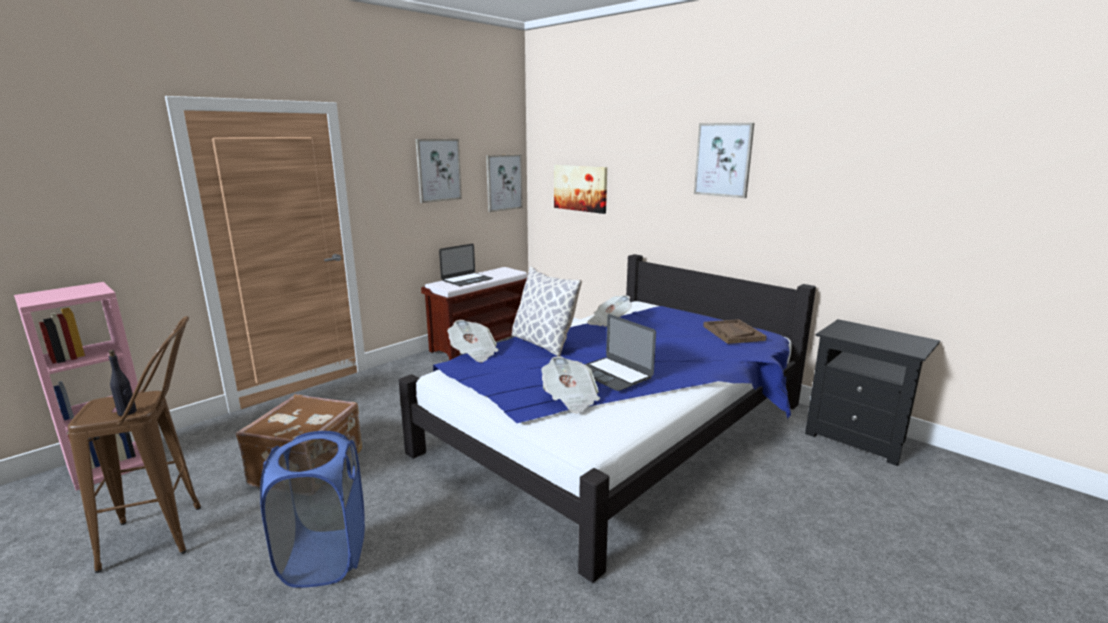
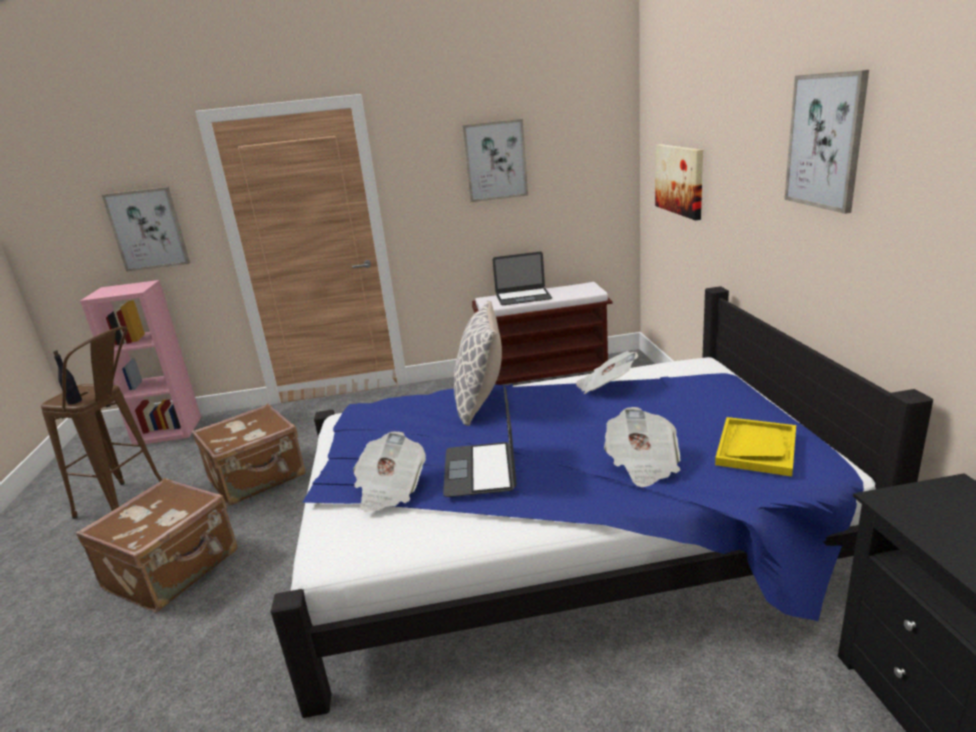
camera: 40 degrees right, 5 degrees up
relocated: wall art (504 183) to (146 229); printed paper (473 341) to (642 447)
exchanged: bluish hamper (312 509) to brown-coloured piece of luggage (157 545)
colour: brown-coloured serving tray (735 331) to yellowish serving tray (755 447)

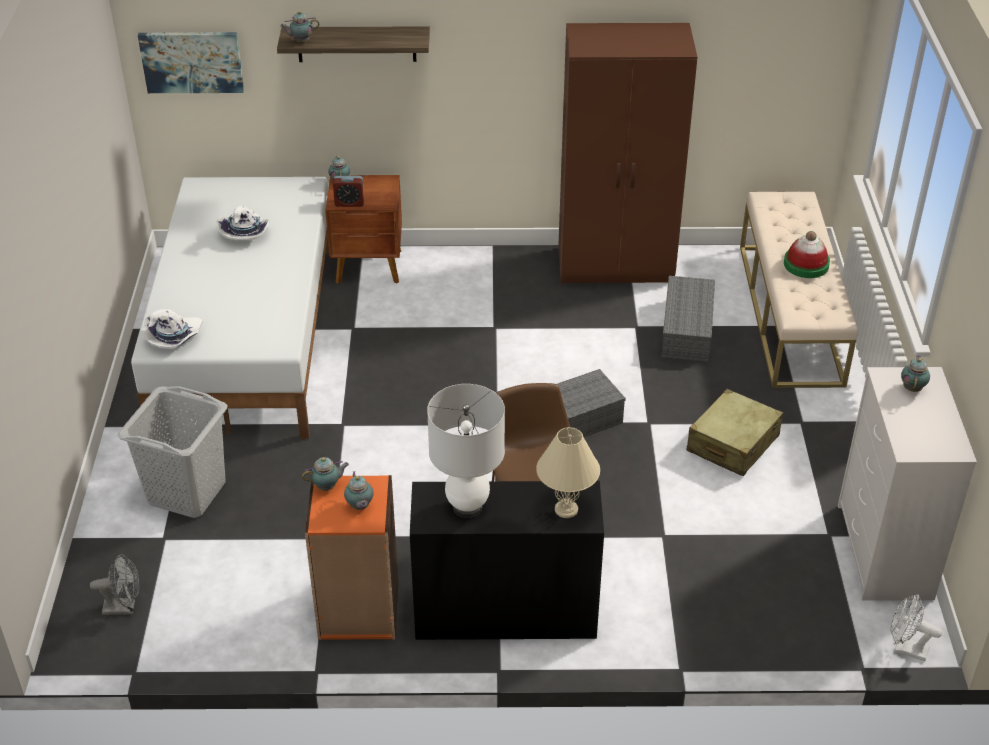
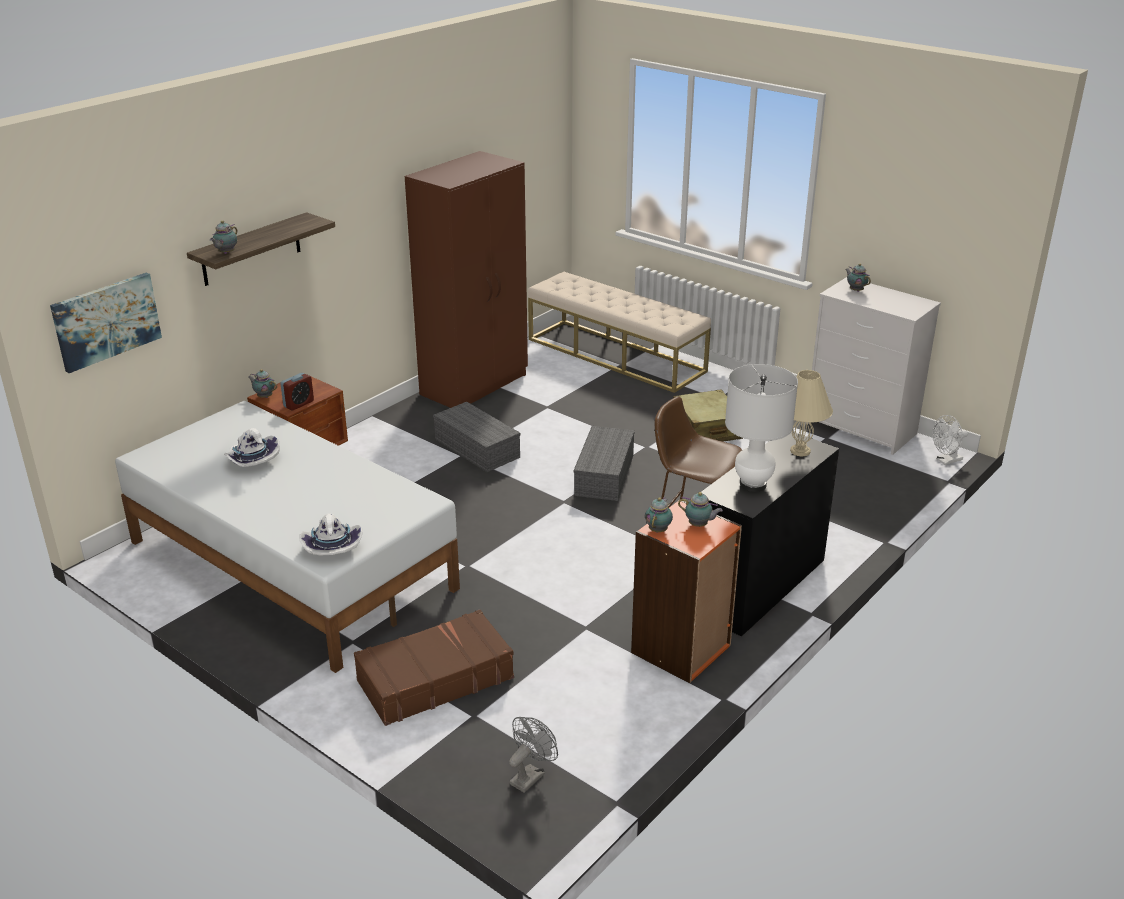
camera: 50 degrees left, 10 degrees down
missing: clothing hat (807 254)
relocated: greyish storage box (688 319) to (476 437)
exchanged: greyish hamper (172 452) to brown-coloured piece of luggage (434 668)

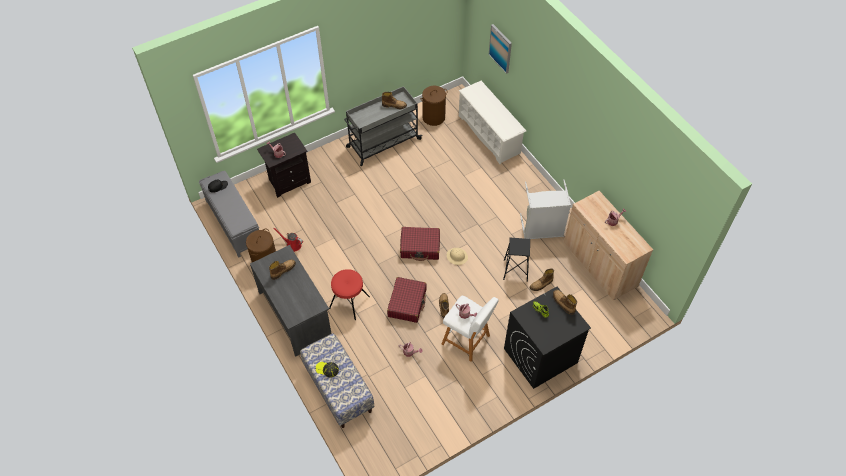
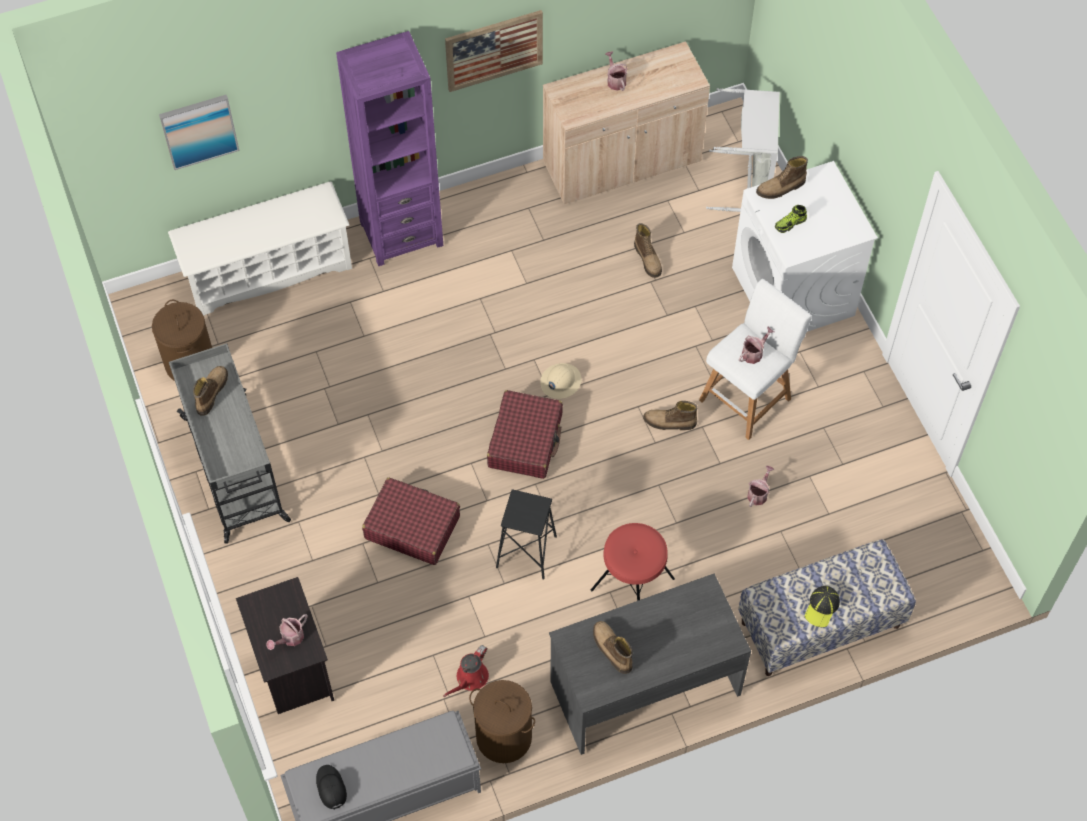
camera: 80 degrees left, 5 degrees up
appeared: purple-coloured shelving unit (389 148); wall art (494 51)
relocated: reddish piece of luggage (407 300) to (411 521); black-coloured stool (516 260) to (526 534); greyish hamper (545 209) to (743 150)
colour: black-coloured laundry machine (547 338) to white laundry machine (805 246)

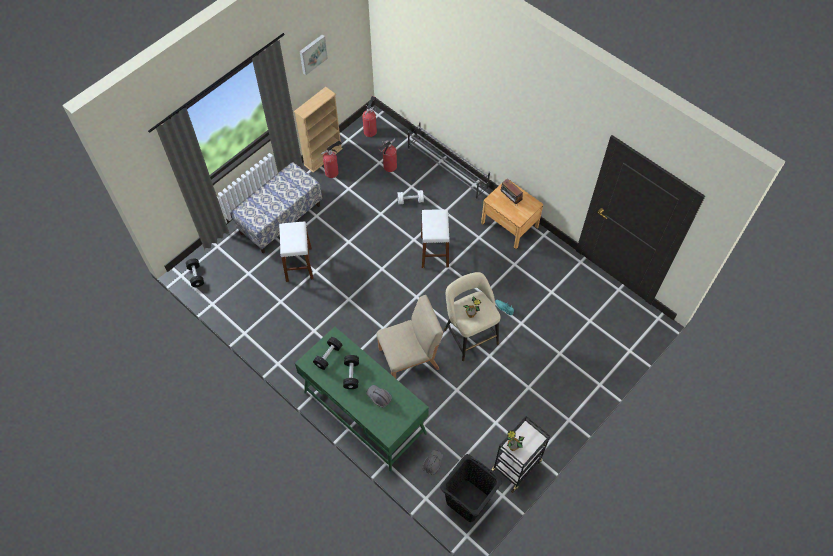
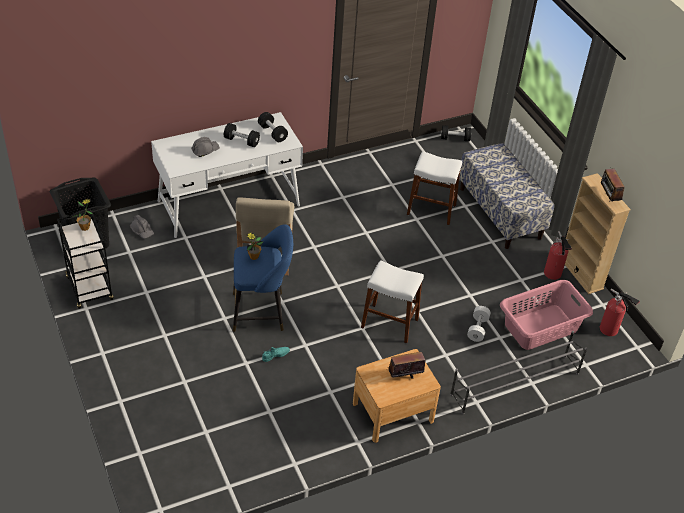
camera: 110 degrees right, 15 degrees down
missing: wall art (313 54)
appeared: radio receiver (613 185)
exchanged: fire extinguisher (387 155) to pink hamper (546 315)
colour: green desk table (362 399) to white desk table (227 175); beige stool (472 316) to bluish stool (263 278)

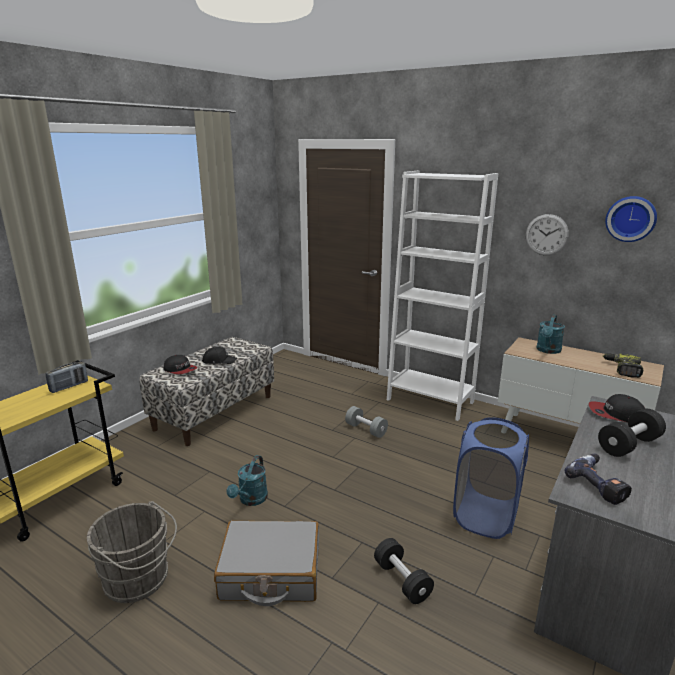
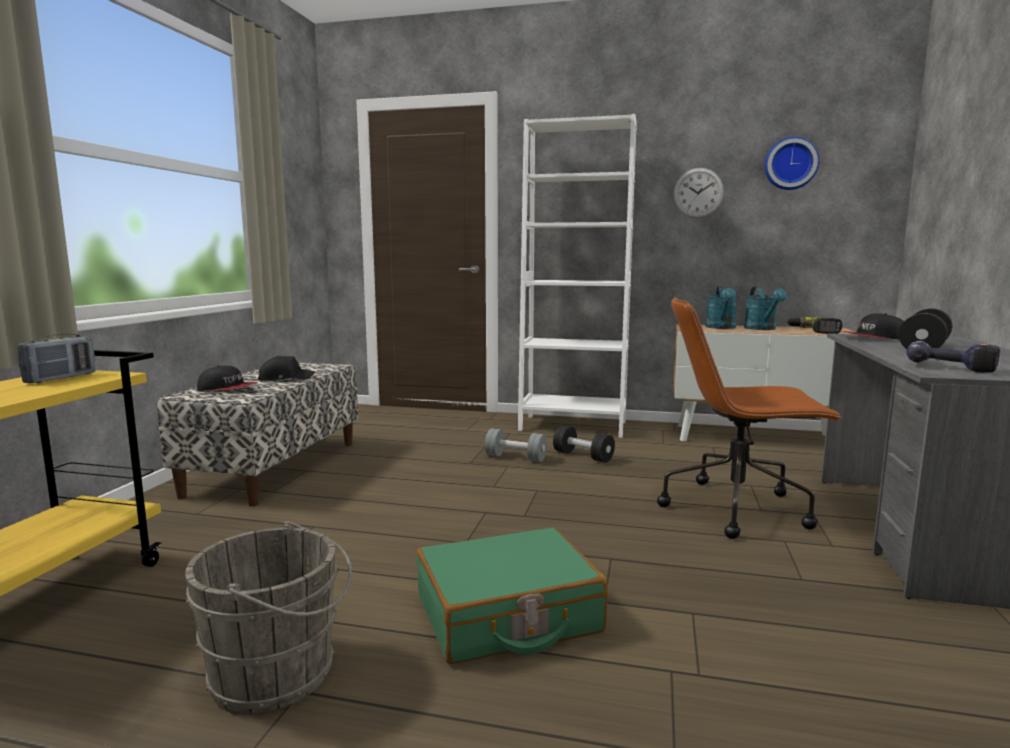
camera: 20 degrees left, 10 degrees down
relocated: black-coloured hand weight (404 571) to (584 444); blue-green watering can (247 480) to (765 308)
exchanged: bluish hamper (491 478) to brown-coloured office chair (750 418)
colour: greyish piece of luggage (266 563) to green piece of luggage (512 595)

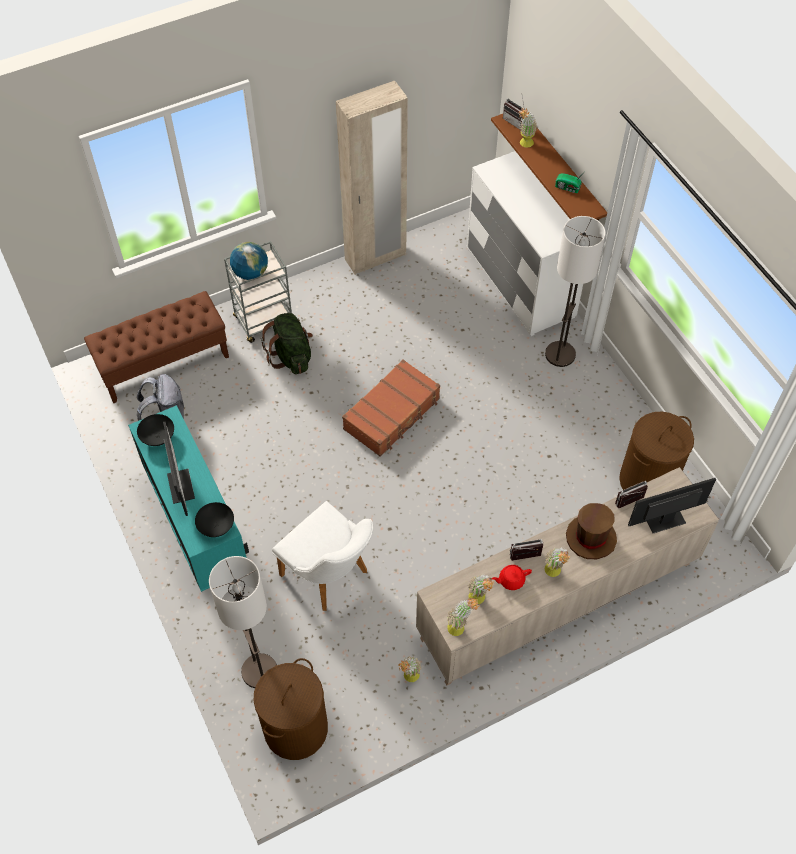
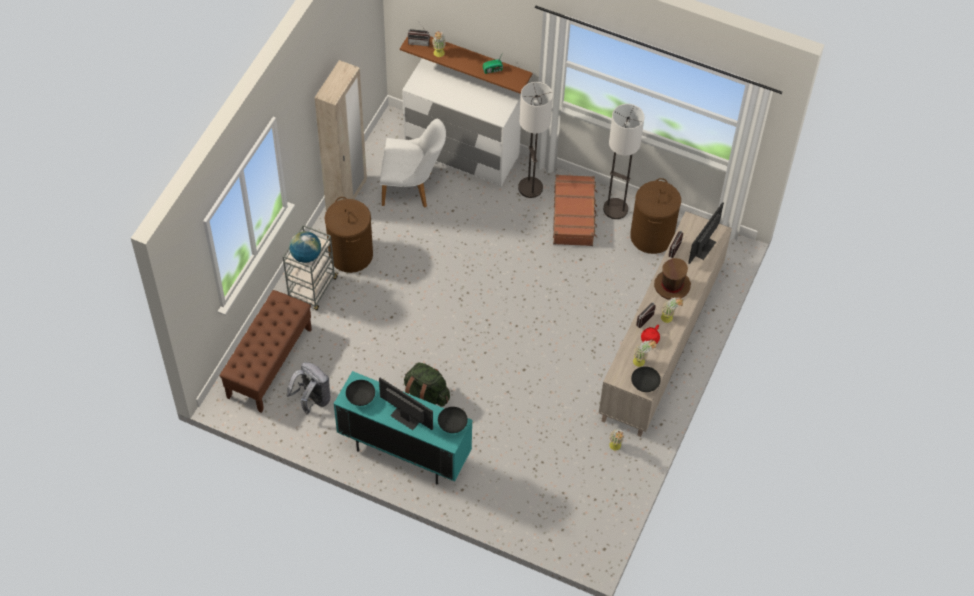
camera: 40 degrees left, 0 degrees up
relocated: brown-coloured hamper (290 709) to (349 235); white chair (322 556) to (413 163); green knapsack (287 343) to (427 384); brown-coloured piece of luggage (391 408) to (575 210); floor lamp (243 622) to (624 161)
exchanged: houseplant (463 617) to black-coloured deep dish (646 379)

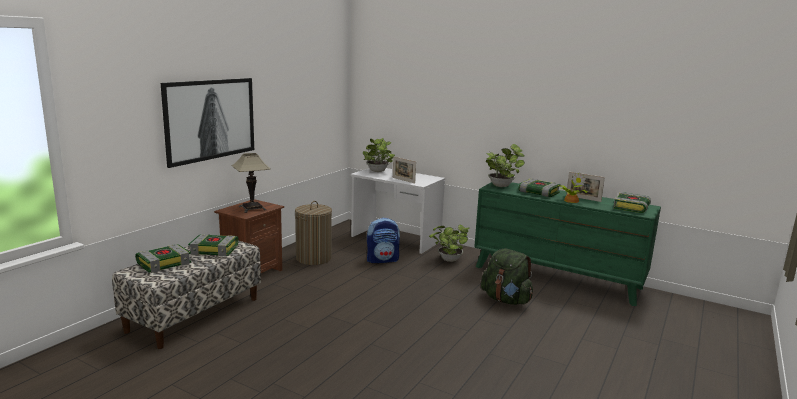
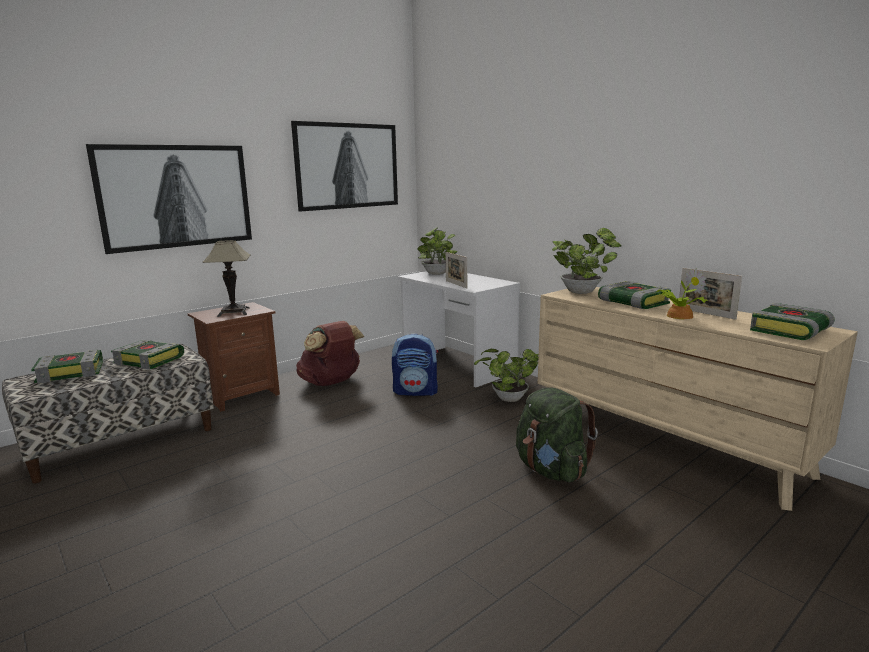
camera: 20 degrees right, 0 degrees up
appeared: wall art (344 166)
exchanged: hamper (313 233) to brown-coloured knapsack (330 353)
colour: green drawer chest (567 244) to beige drawer chest (698 399)

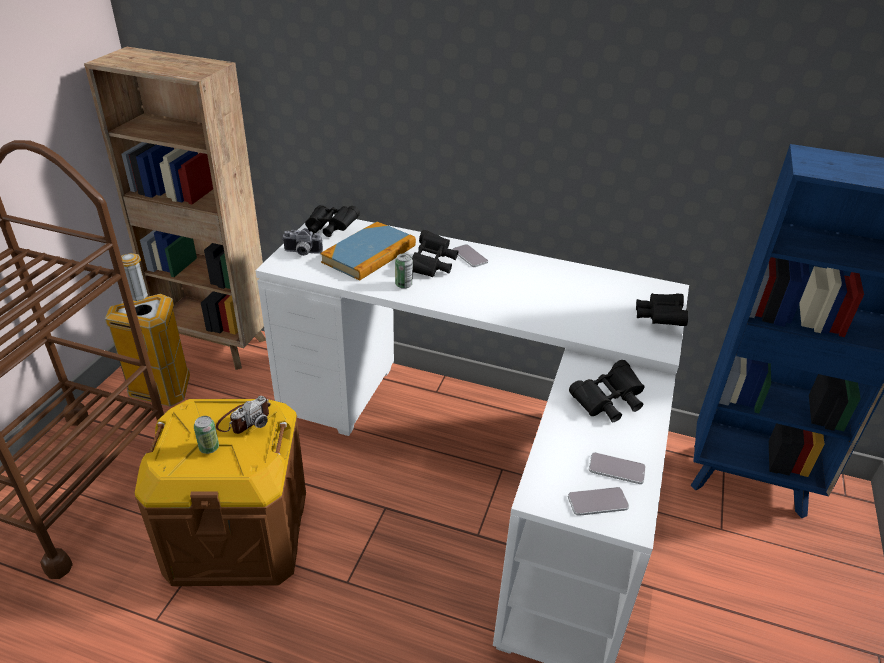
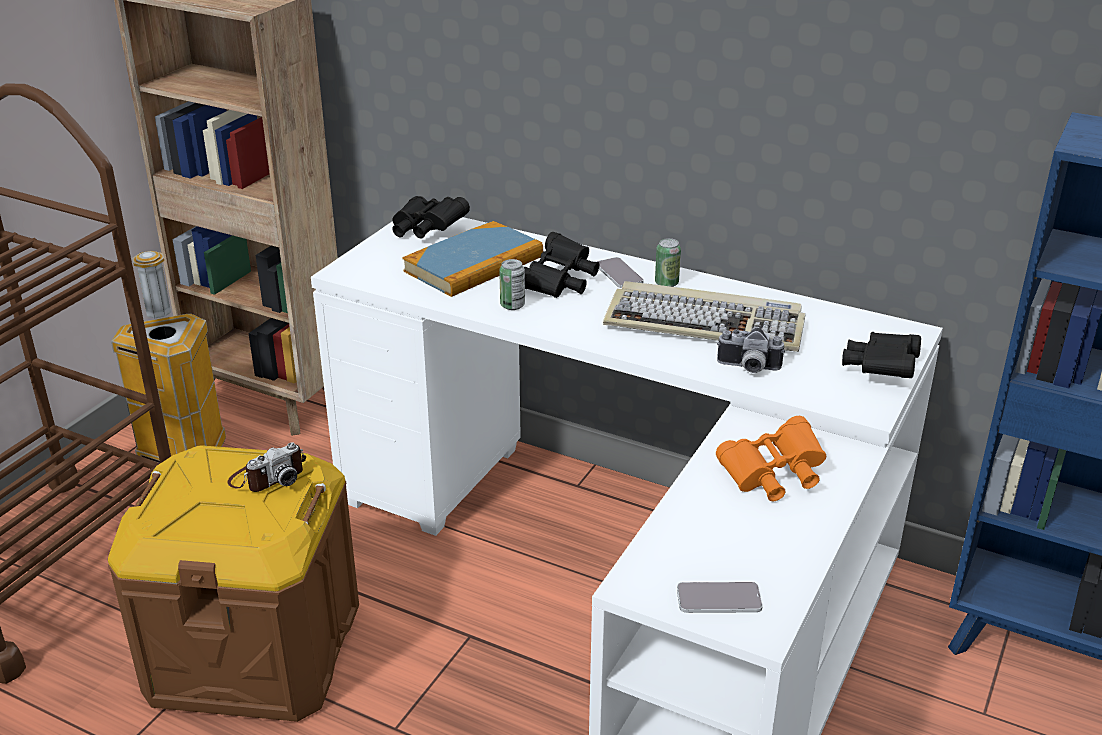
camera: 10 degrees right, 5 degrees down
missing: handset (617 468)
appeared: keyboard (704 316)
relocated: sealed can (206 435) to (668 262); photo camera (302 242) to (751 350)
colour: black-coloured field glasses (607 391) to orange field glasses (771 458)

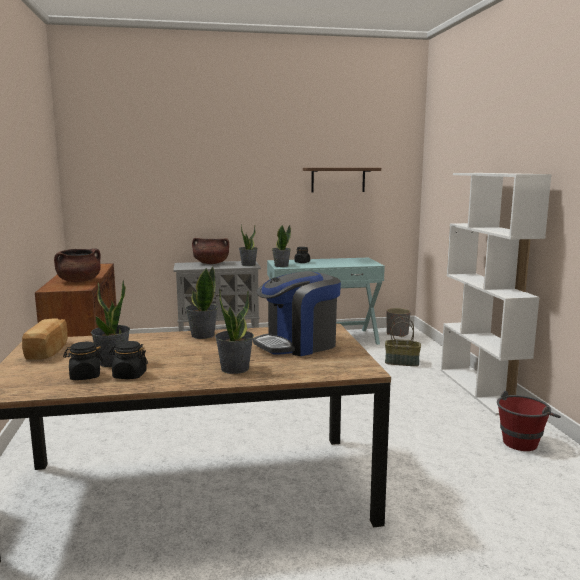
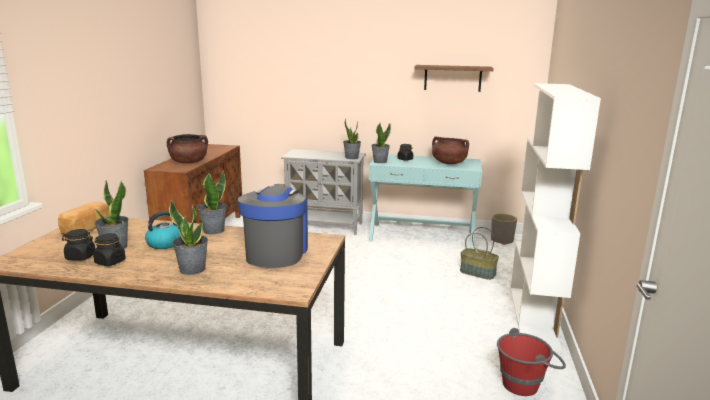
camera: 20 degrees right, 5 degrees up
appeared: water kettle (163 230)
relocated: brown-coloured cooking pot (210 251) to (450 150)
spun: coffee machine (297 313) = (273 226) 105 degrees clockwise

